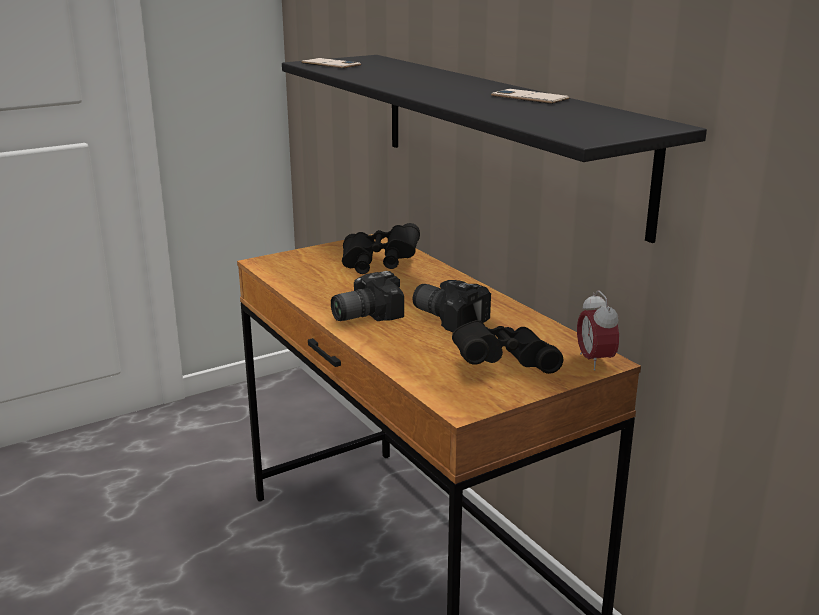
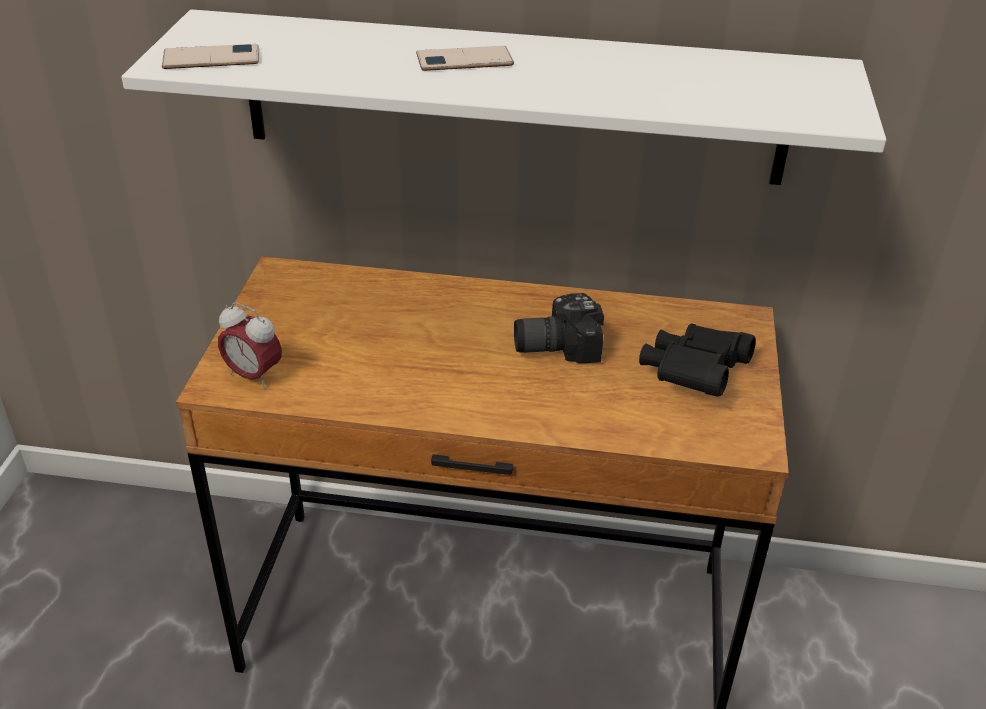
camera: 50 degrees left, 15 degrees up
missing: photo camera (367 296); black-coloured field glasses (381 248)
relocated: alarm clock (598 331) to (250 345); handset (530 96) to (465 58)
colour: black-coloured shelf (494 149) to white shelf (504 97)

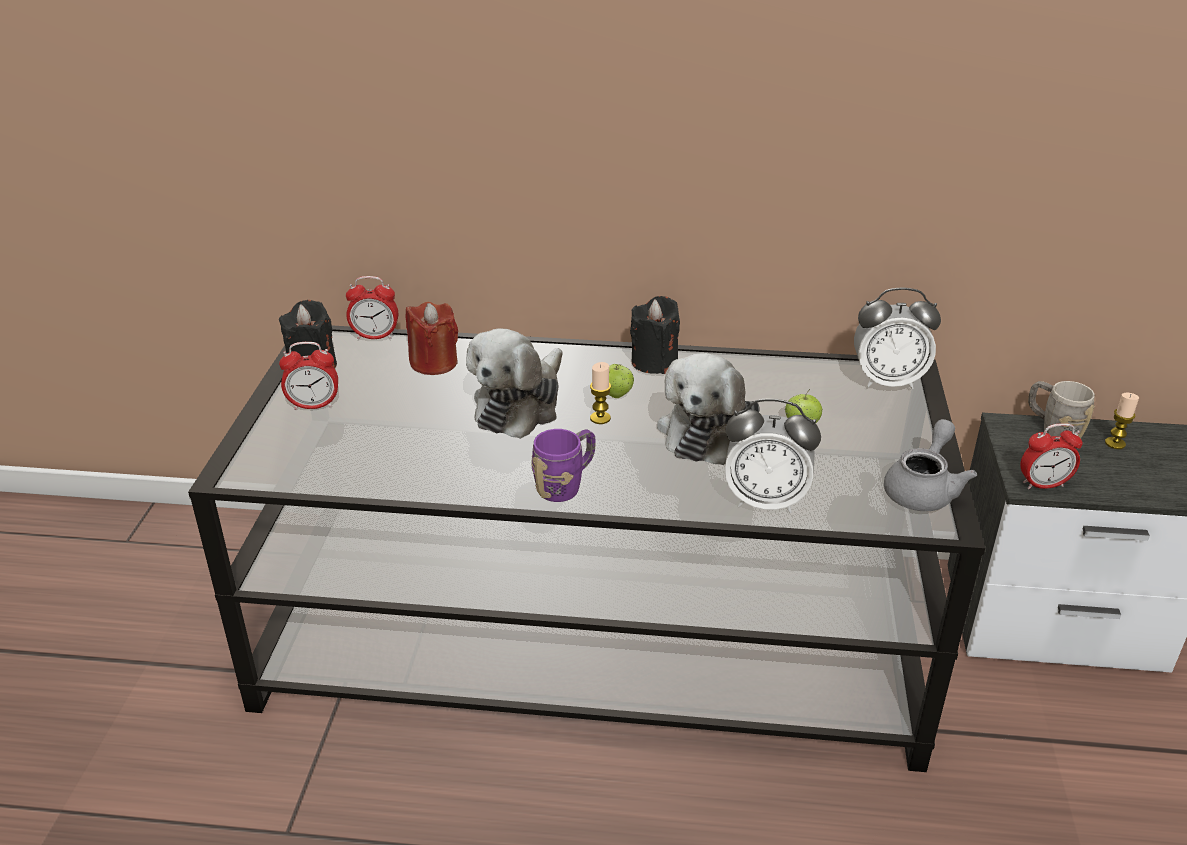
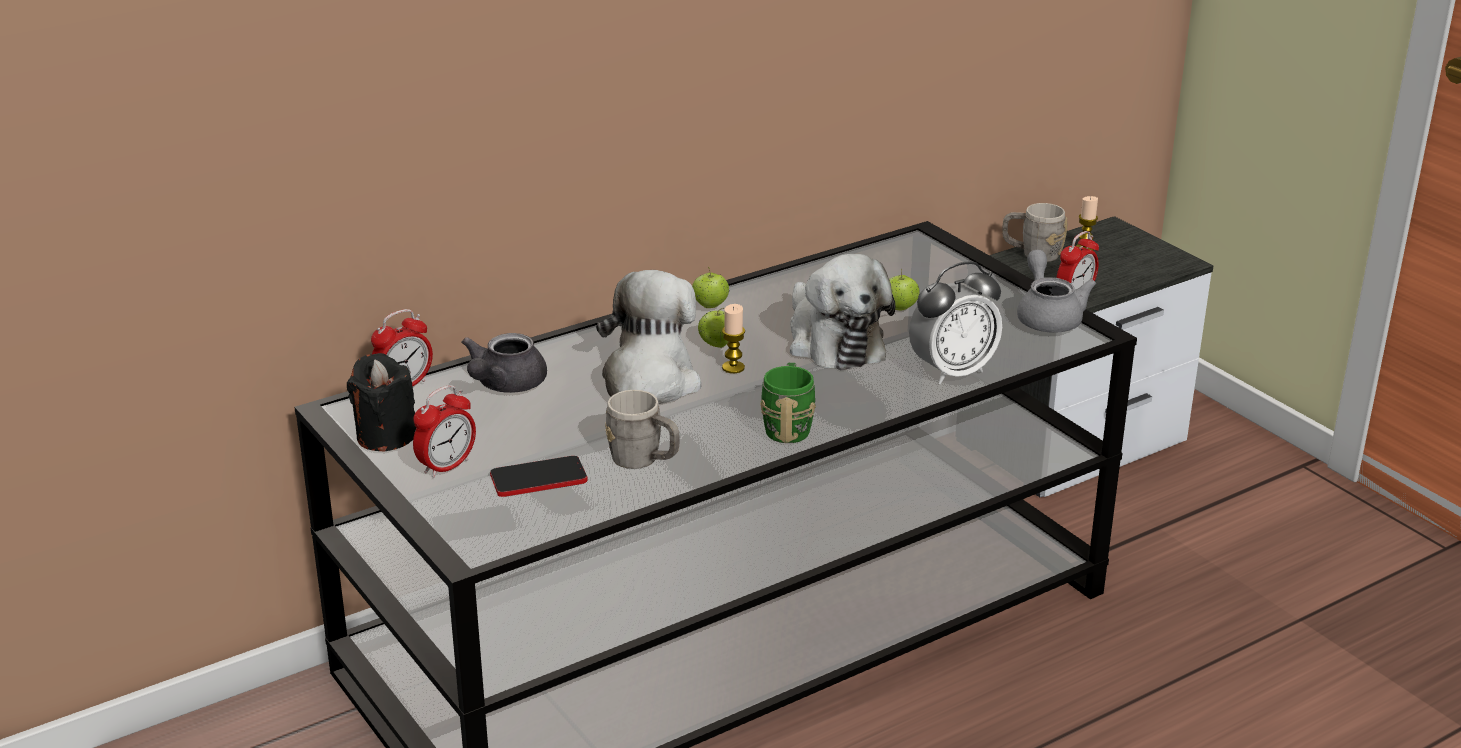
camera: 40 degrees left, 5 degrees down
missing: alarm clock (897 338)
appeared: handset (539 476); greyish tea mug (642 429)
exchanged: reddish wax light (432 338) to greyish tea pot (504 363); black-coloured wax light (655 335) to apple fruit (710 287)
colour: purple-coloured tea mug (563 465) to green tea mug (788 403)
spun: plush toy (514 384) = (648 337) 150 degrees counterclockwise

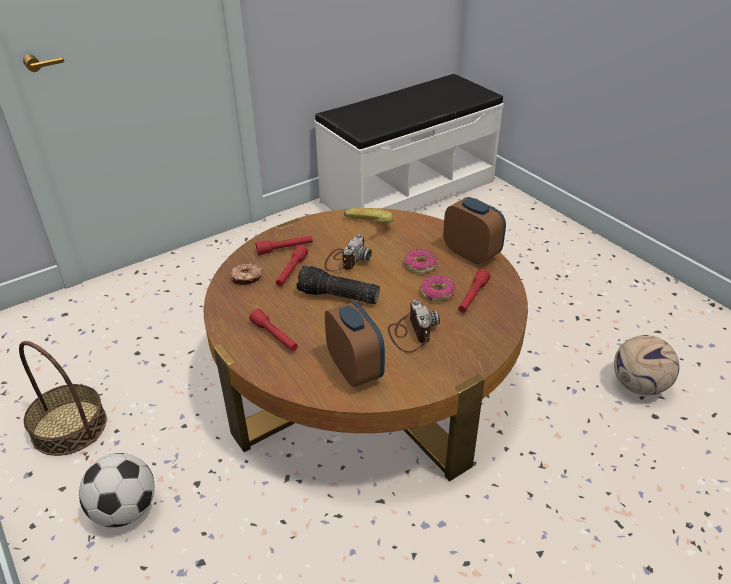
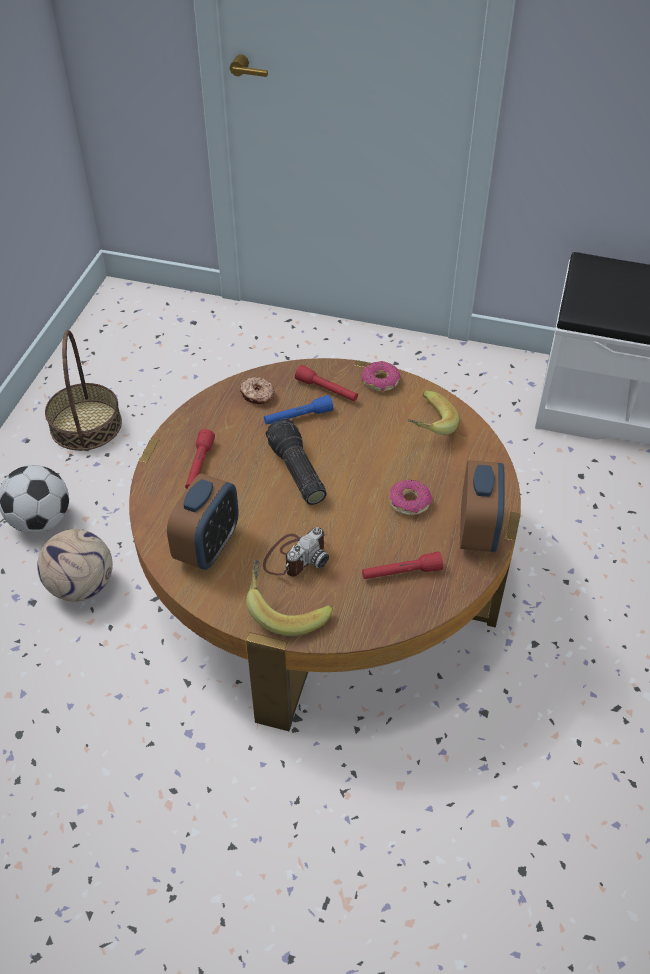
camera: 50 degrees right, 10 degrees up
missing: photo camera (348 252)
appeared: whole banana (289 597)
relocated: football (646 365) to (75 565); ring doughnut (438 288) to (381 376)
colour: reddish hand torch (292 266) to bluish hand torch (298 410)

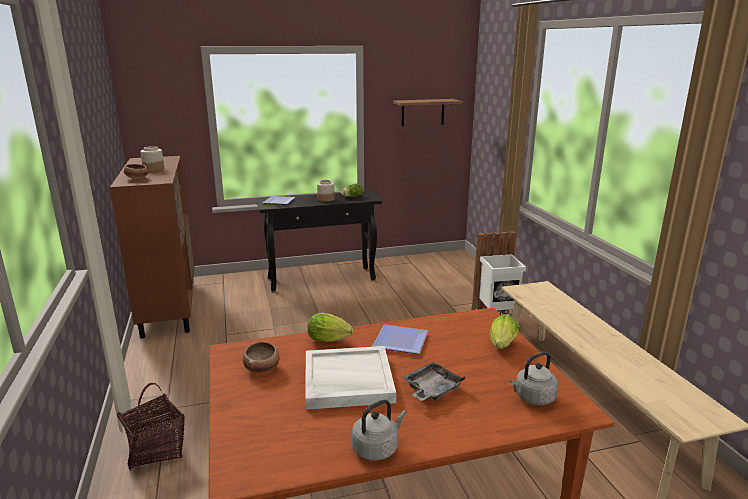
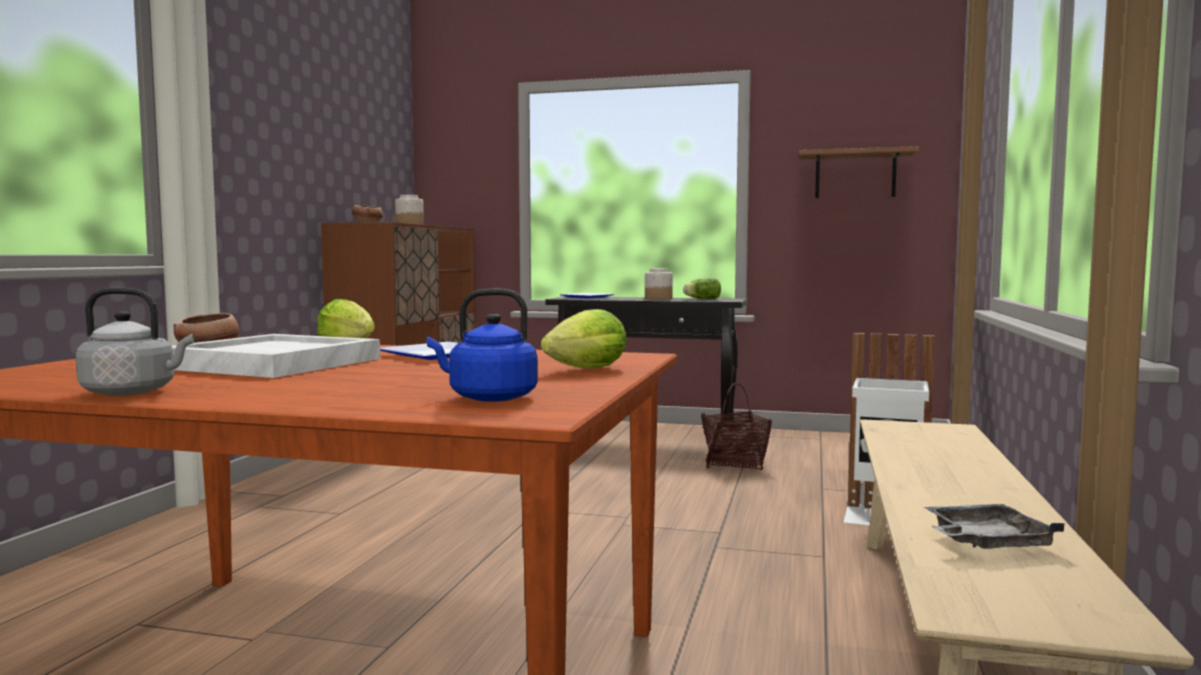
camera: 30 degrees right, 15 degrees down
relocated: household basket (151 427) to (736 426); greyish serving tray (433 381) to (994 526)
colour: greyish water kettle (533 378) to bluish water kettle (482 345)

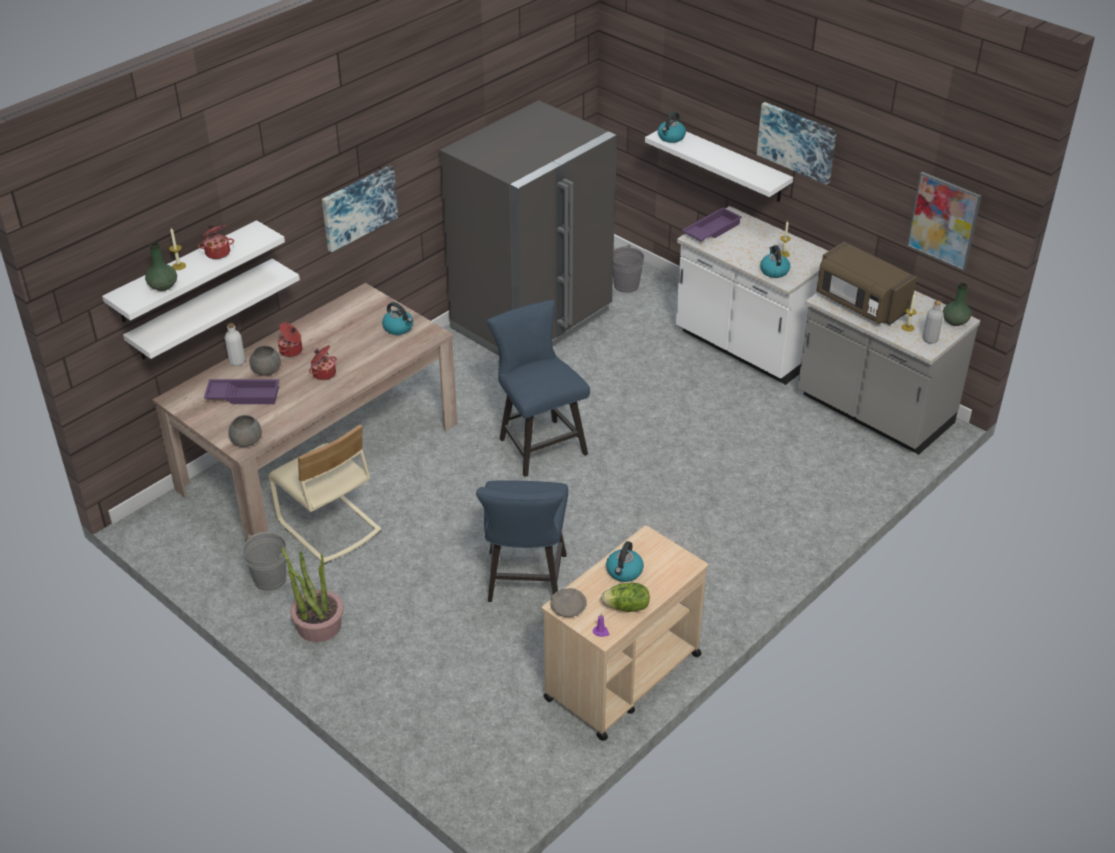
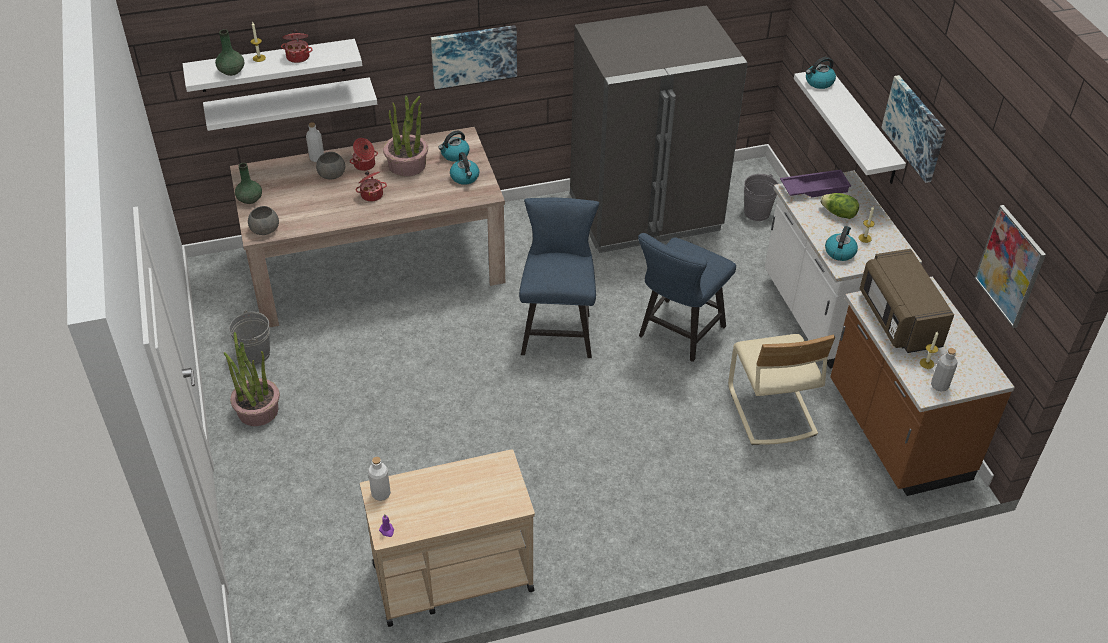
camera: 30 degrees right, 5 degrees up
missing: purple-coloured serving tray (241 391)
appeared: houseplant (405 136)
relocated: green decorative vase (957 304) to (248 183); water kettle (625 561) to (453 146); bluish chair (522 541) to (687 297); beige chair (324 494) to (781 389); head of lettuce (625 597) to (839 206)
exchanged: greyish deep dish (568 602) to white bottle (379 479)
colour: greyish counter (889 372) to brown-coloured counter (922 386)

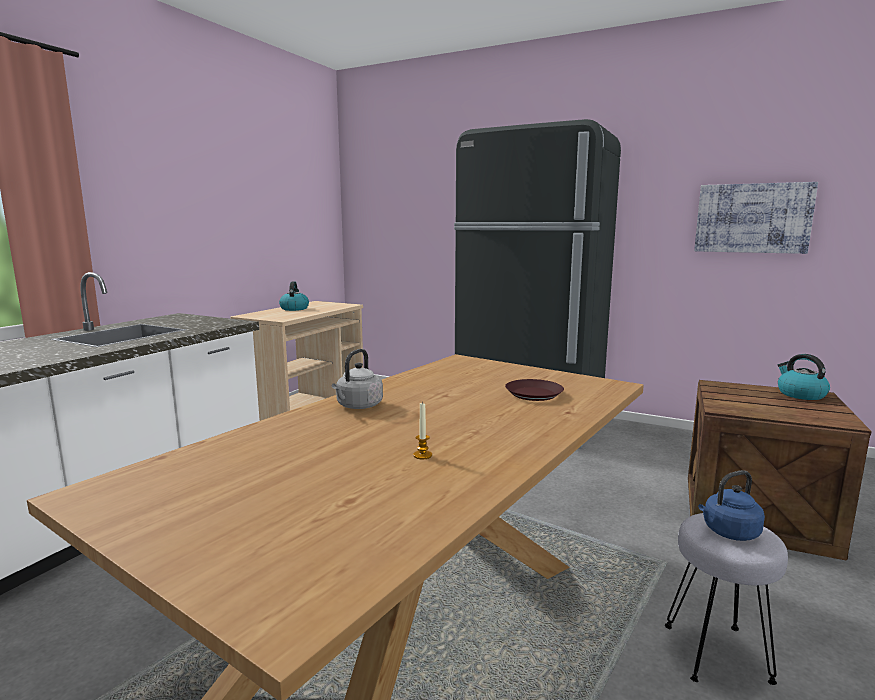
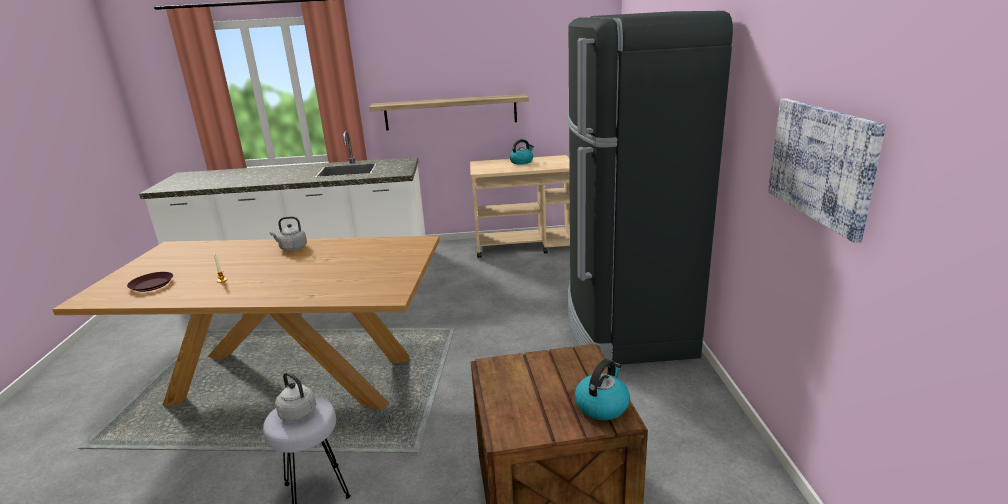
camera: 60 degrees right, 10 degrees up
appeared: shelf (449 112)
relocated: brown-coloured flat dish (534 390) to (150 282)
colour: bluish water kettle (731 505) to greyish water kettle (295 397)

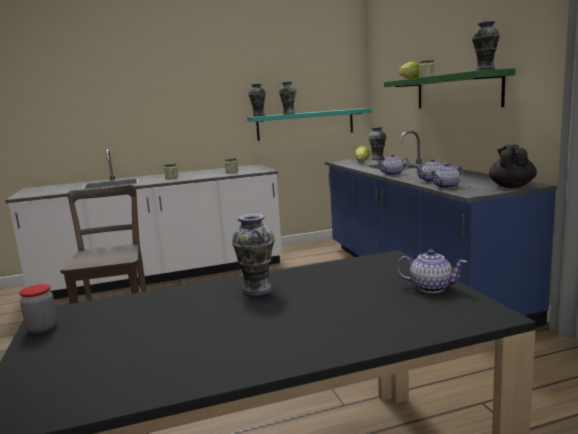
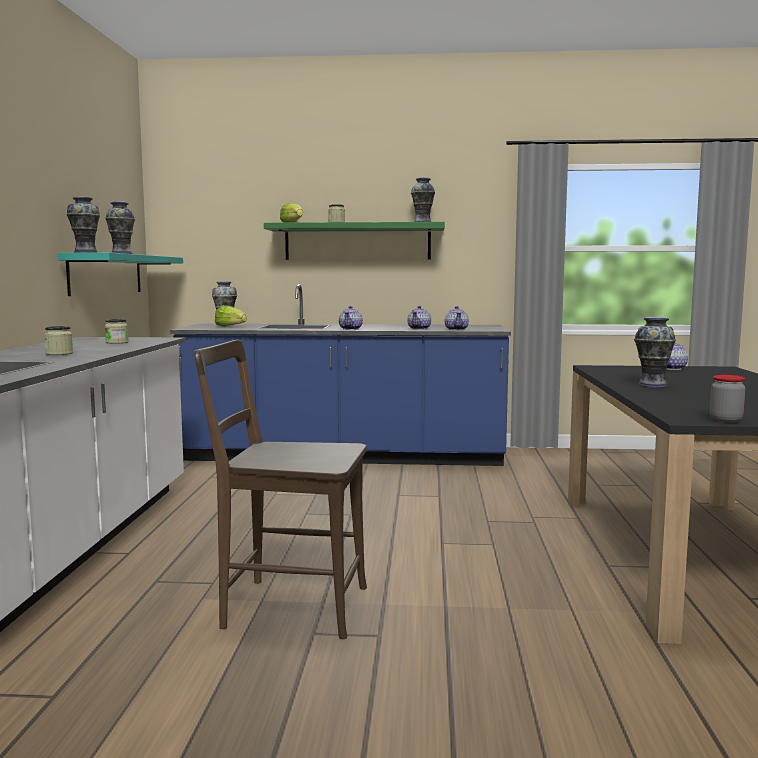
camera: 70 degrees left, 5 degrees down
missing: black-coloured tea pot (513 166)

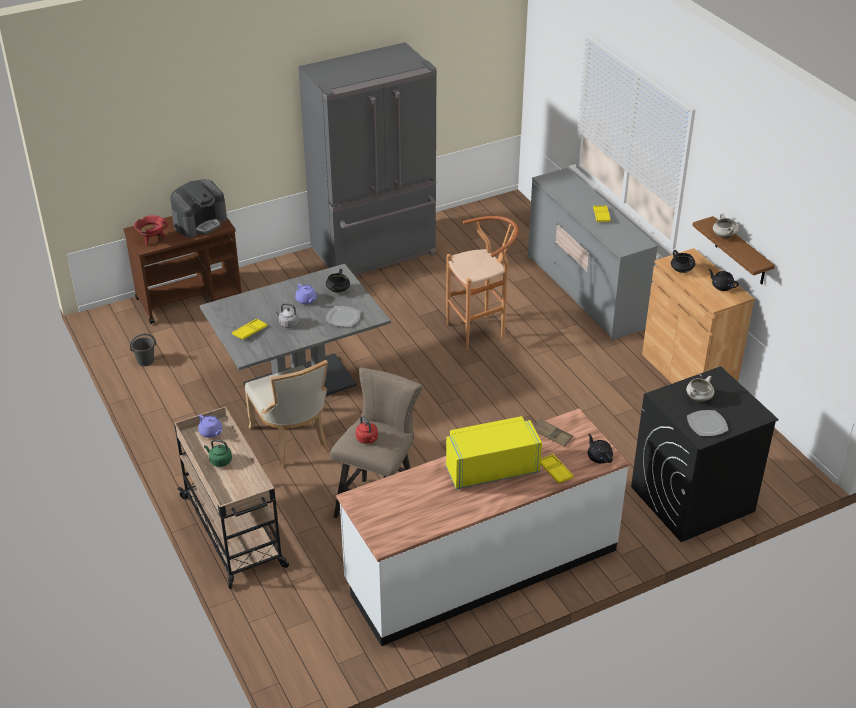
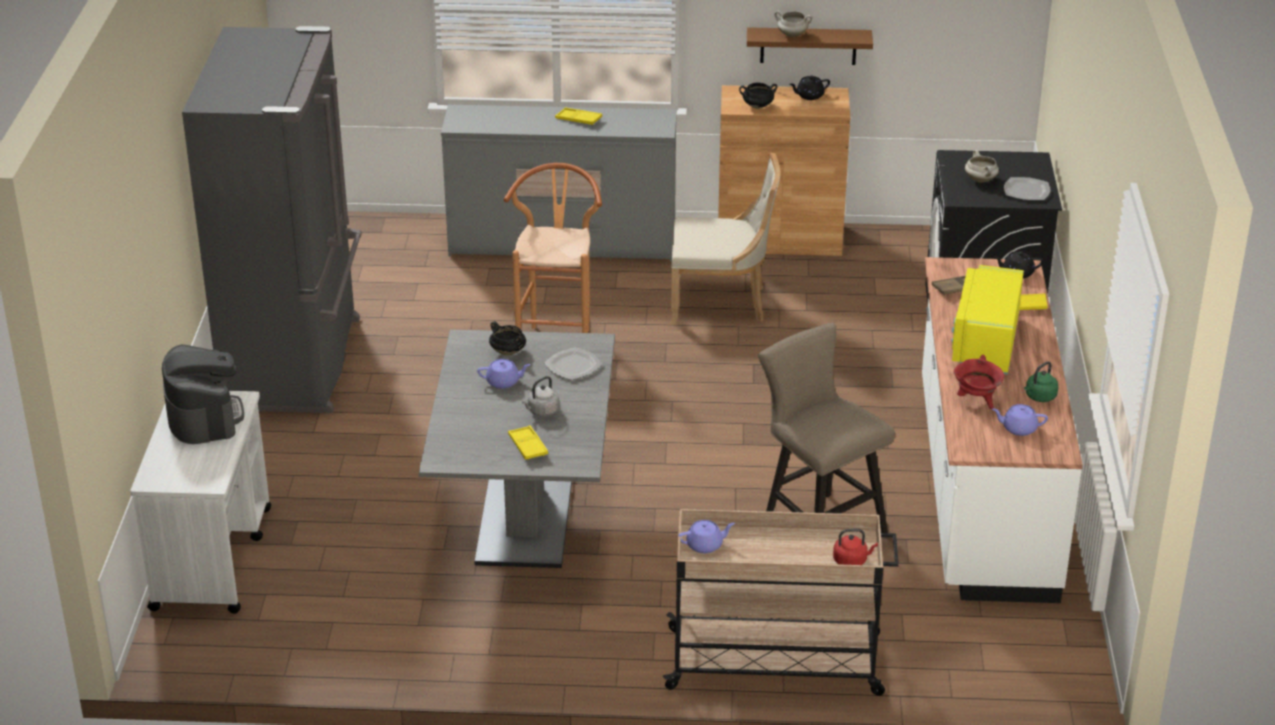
camera: 60 degrees left, 5 degrees down
missing: greyish pail (143 349)
appeared: purple-coloured tea pot (1020 420)
relocated: beige chair (286 413) to (725 239); reddish water kettle (367 430) to (855 547); reddish cooking pot (150 230) to (978 382); green water kettle (218 453) to (1041 381)
colour: brown-coloured wheeled cart (182 270) to white wheeled cart (201 502)

